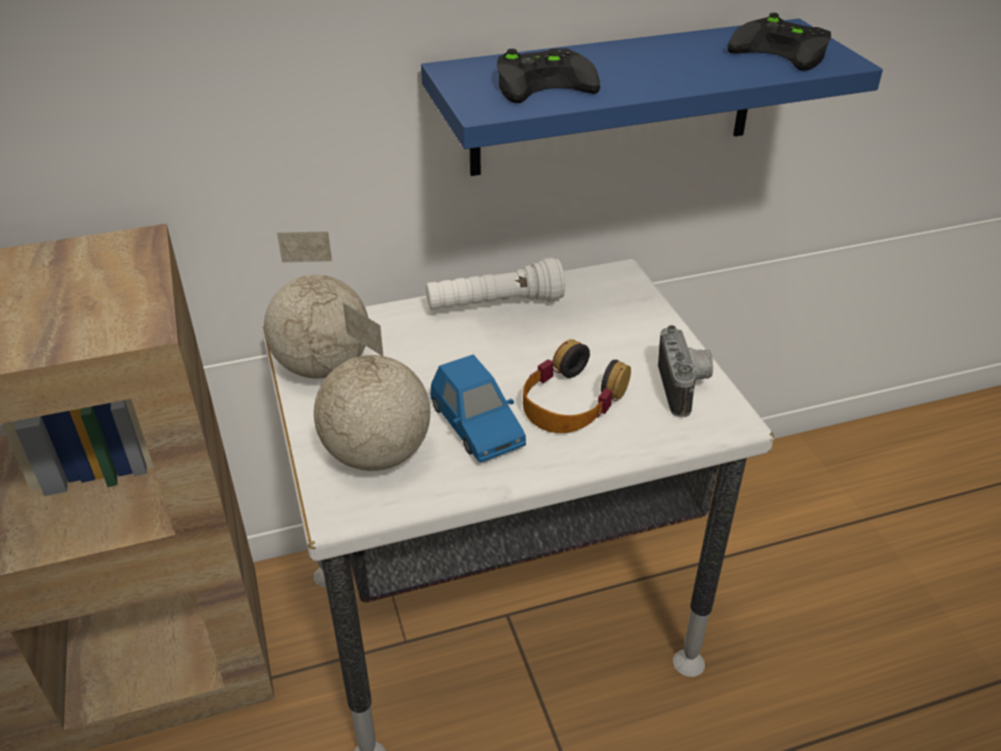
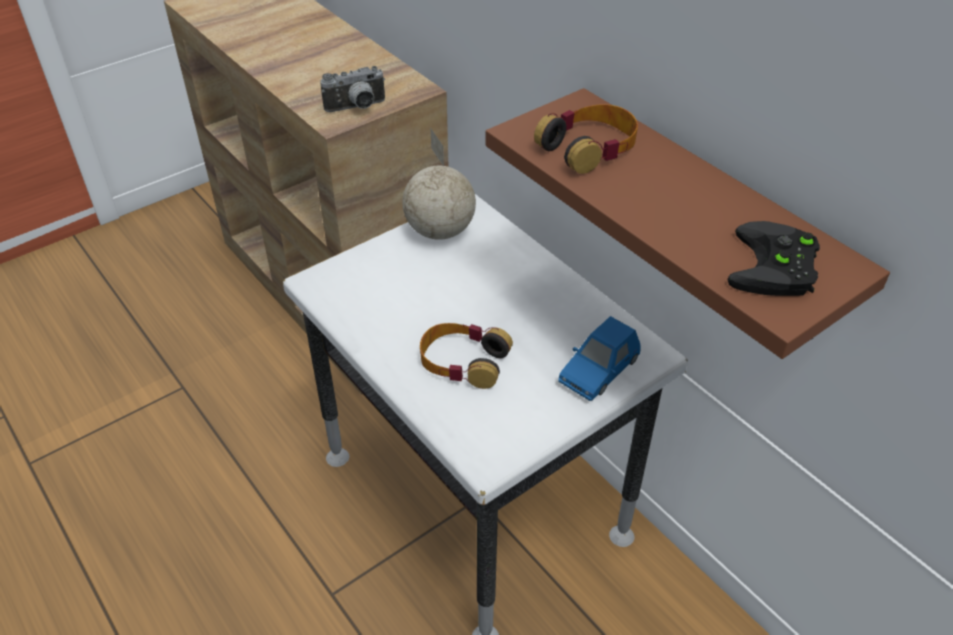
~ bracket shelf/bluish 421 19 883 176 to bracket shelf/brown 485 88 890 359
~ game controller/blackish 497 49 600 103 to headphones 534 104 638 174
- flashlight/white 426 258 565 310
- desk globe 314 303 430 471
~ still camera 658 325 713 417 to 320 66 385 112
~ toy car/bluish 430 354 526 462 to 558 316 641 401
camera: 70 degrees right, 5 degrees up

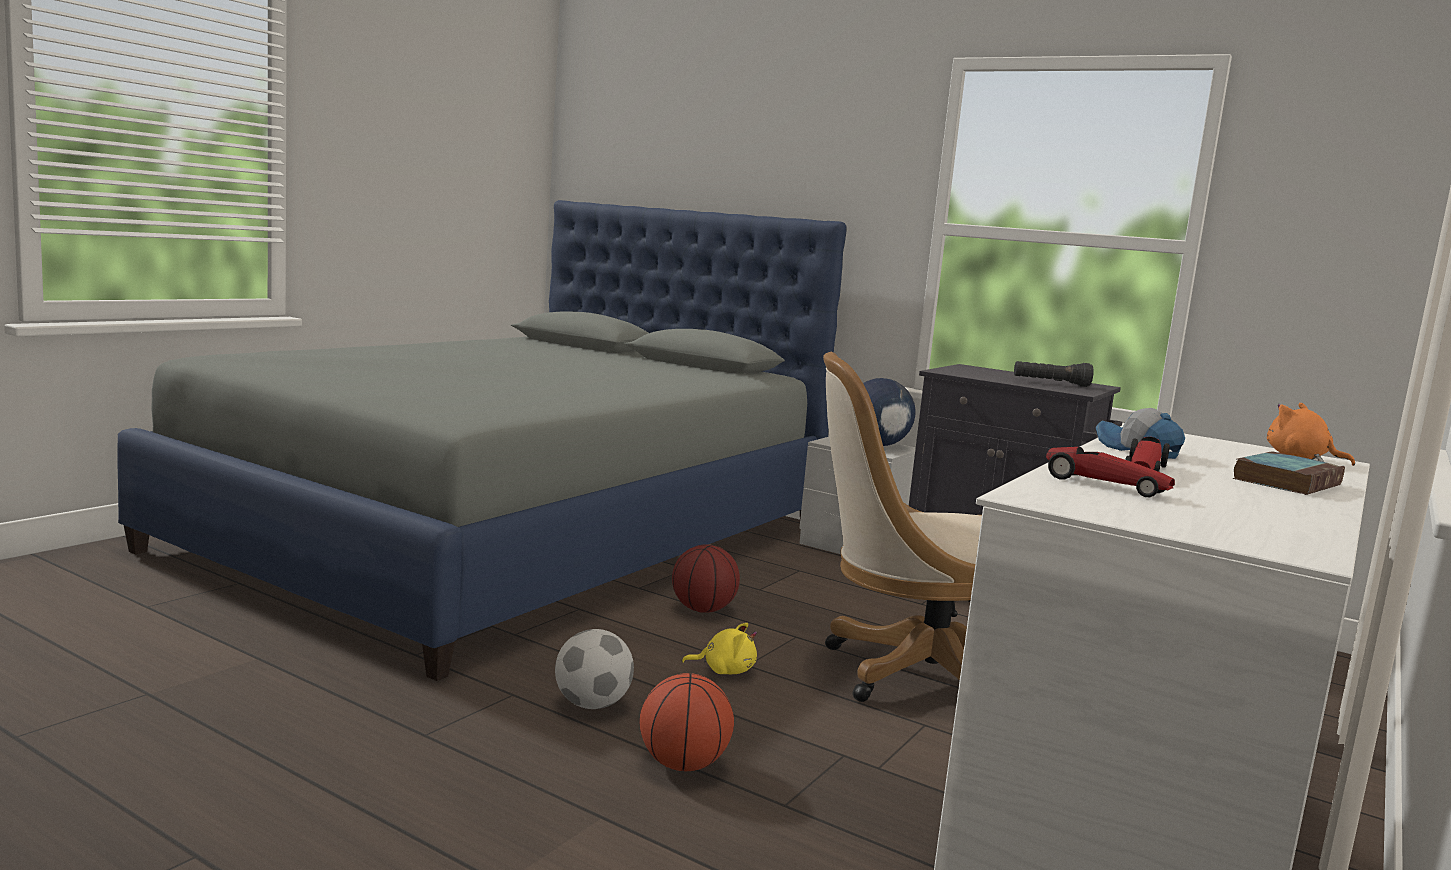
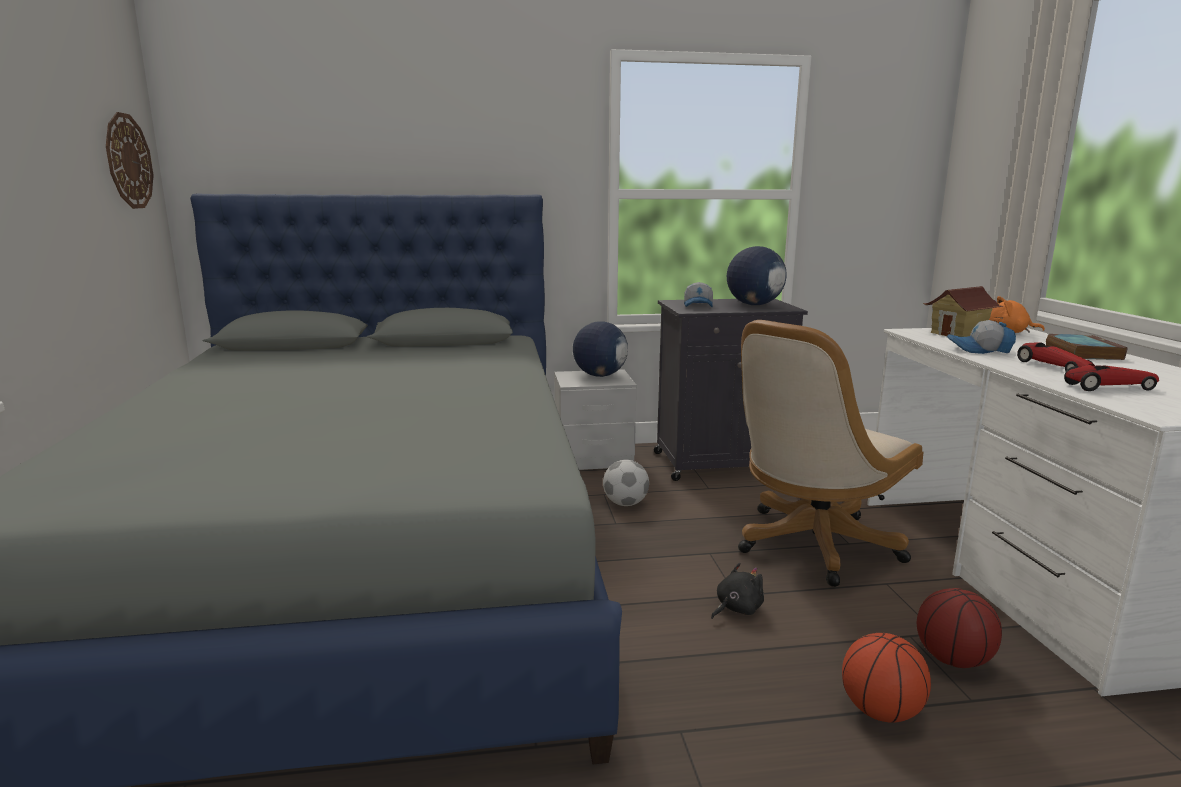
~ flashlight/blackish 1014 361 1094 387 to desk globe 727 246 787 305
~ ball for basketball 672 544 740 613 to 917 588 1002 668
~ plush toy/yellow-coloured 682 623 757 674 to plush toy/blackish 711 563 764 619
~ football ball 555 629 634 709 to 603 460 649 506
+ clock on the wall 106 112 154 209
+ peaked cap 684 282 713 307
+ miniature house 923 286 1003 337
camera: 40 degrees left, 5 degrees up

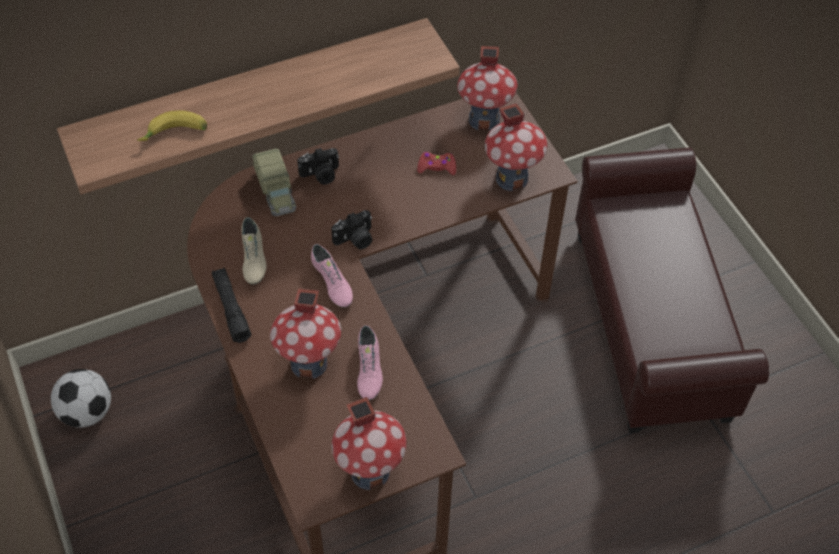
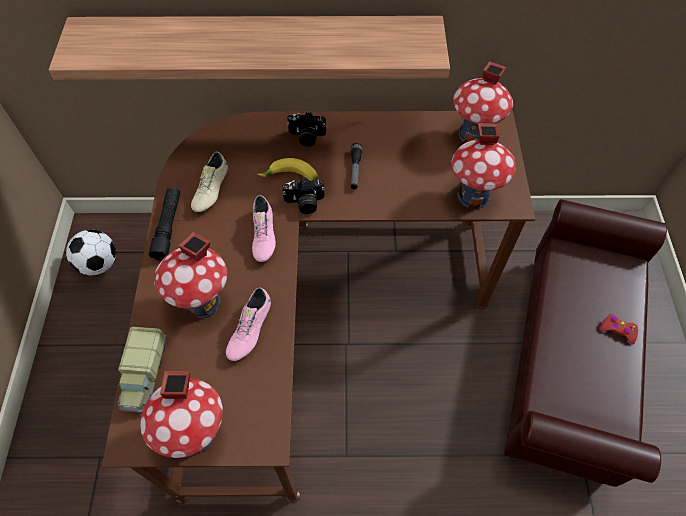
~ banana fruit 137 110 207 141 to 258 158 318 181
~ model truck 253 149 296 216 to 118 327 167 413
~ game controller/reddish 417 152 456 175 to 600 314 638 344
+ flashlight 350 143 362 189
camera: 25 degrees right, 5 degrees up

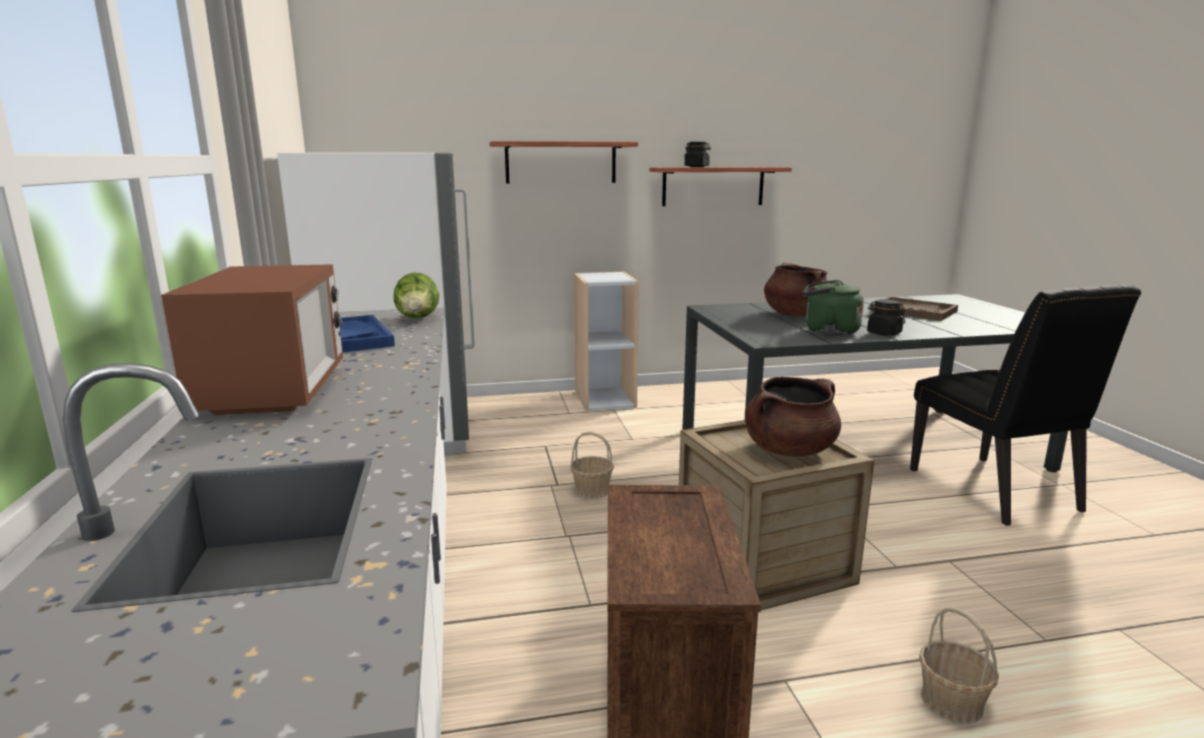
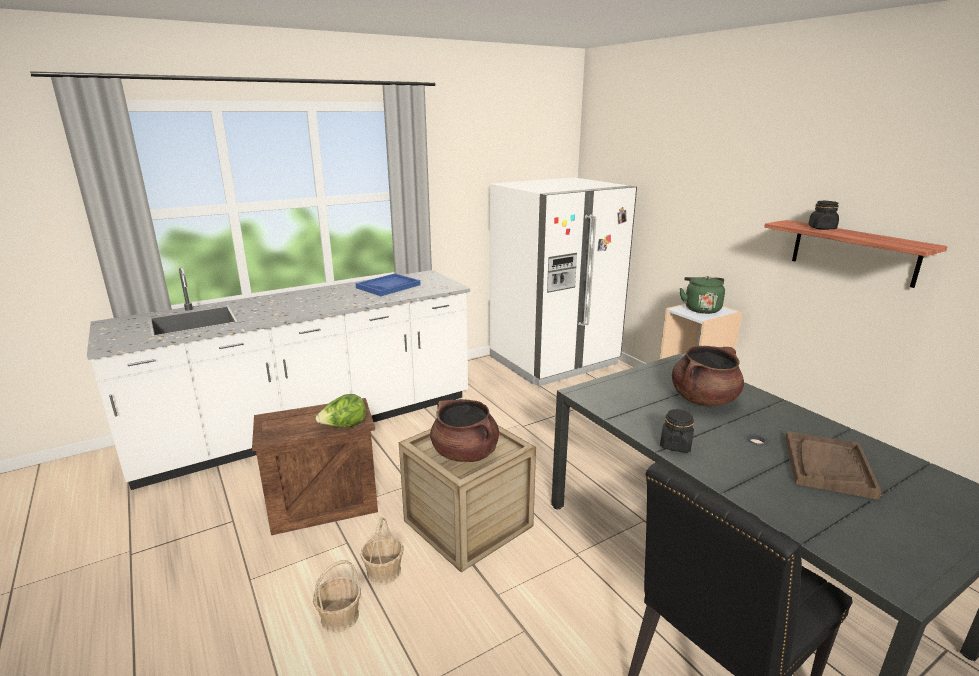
- bracket shelf 489 141 638 184
- microwave oven 161 264 343 415
~ lettuce head 393 272 439 318 to 316 394 366 428
~ tea kettle/greenish 802 280 864 336 to 680 276 725 314
~ basket 570 432 614 499 to 361 517 403 585
camera: 70 degrees right, 5 degrees up

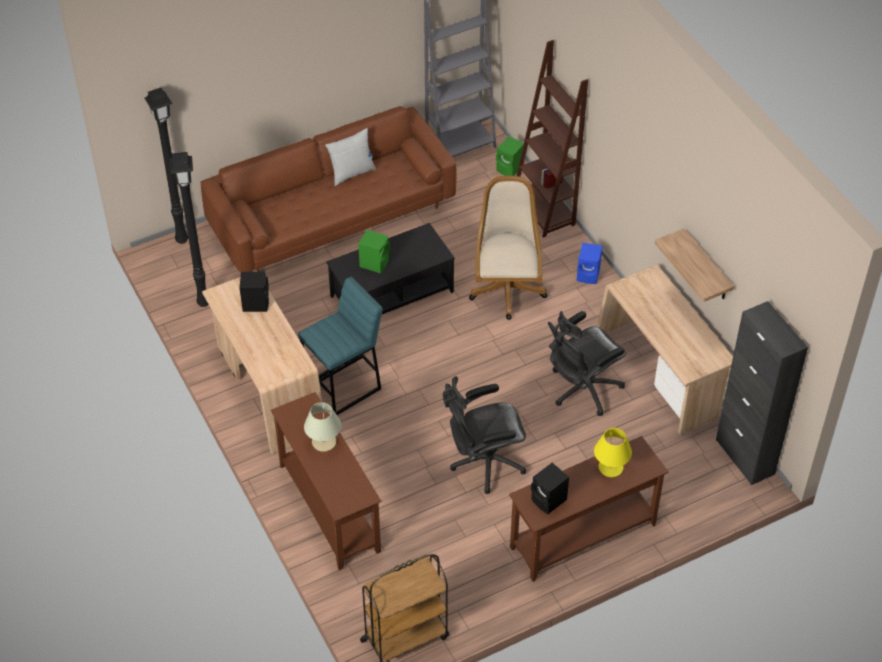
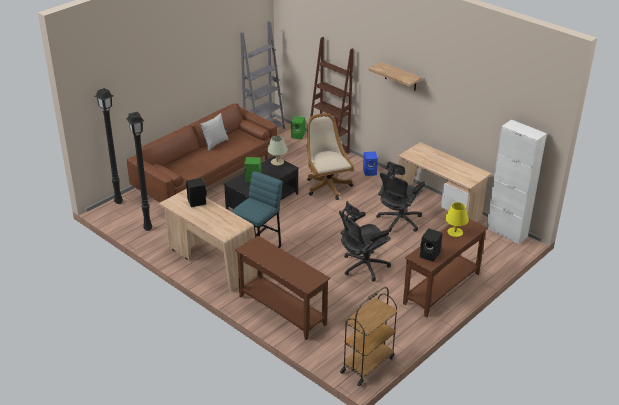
~ bracket shelf 655 228 734 302 to 369 62 422 91
~ storage cabinet/blackish 716 301 808 485 to storage cabinet/white 486 119 547 244
~ tabletop lamp/beige-coloured 304 402 341 452 to 267 136 287 166
camera: 20 degrees left, 15 degrees down

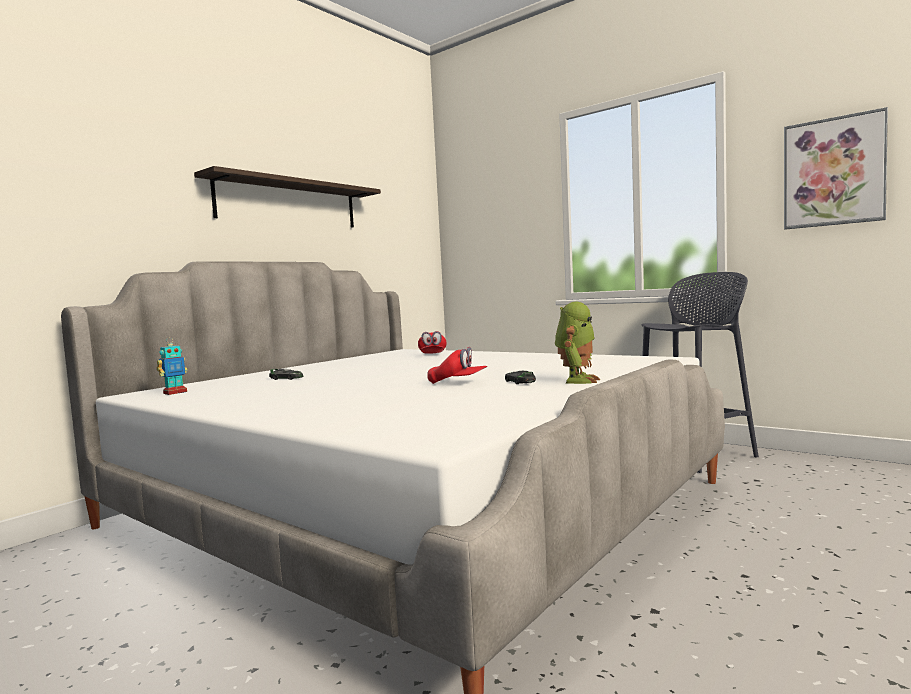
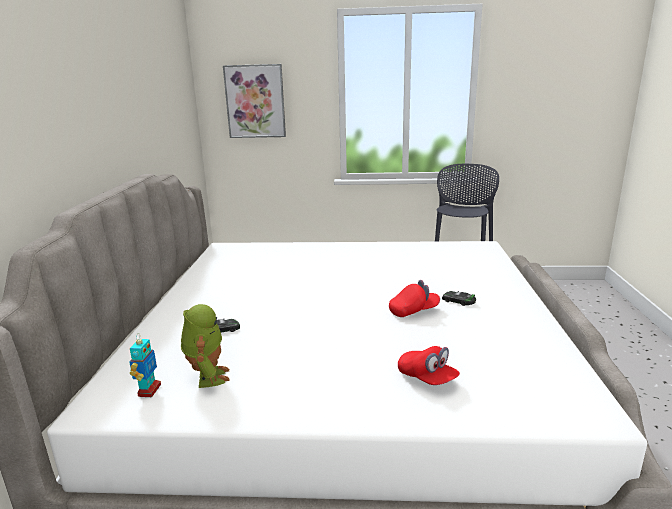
~ wall art 784 107 888 230 to 223 64 286 138
- bracket shelf 194 166 381 227
~ model robot 555 302 600 384 to 181 304 230 388
~ peaked cap/reddish 418 331 447 353 to 398 346 460 385
camera: 35 degrees left, 15 degrees up

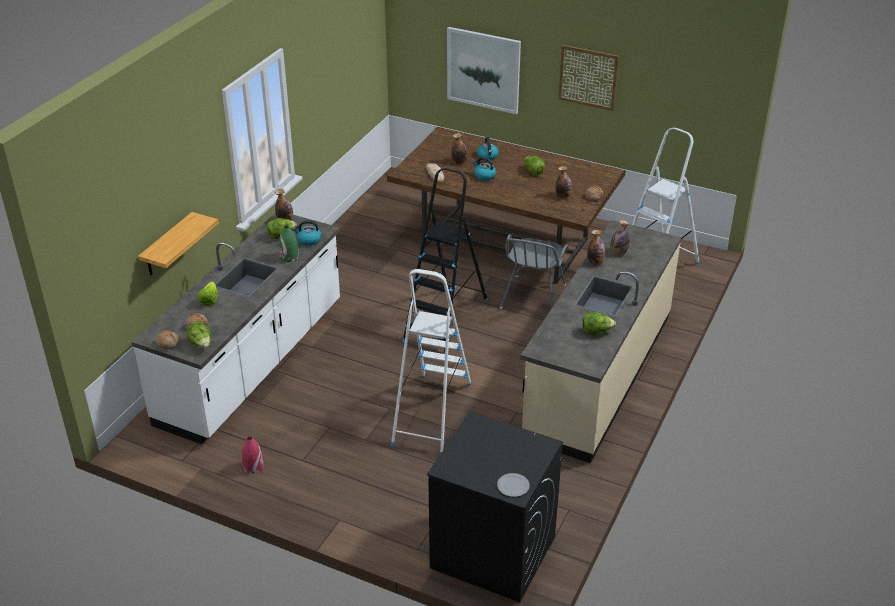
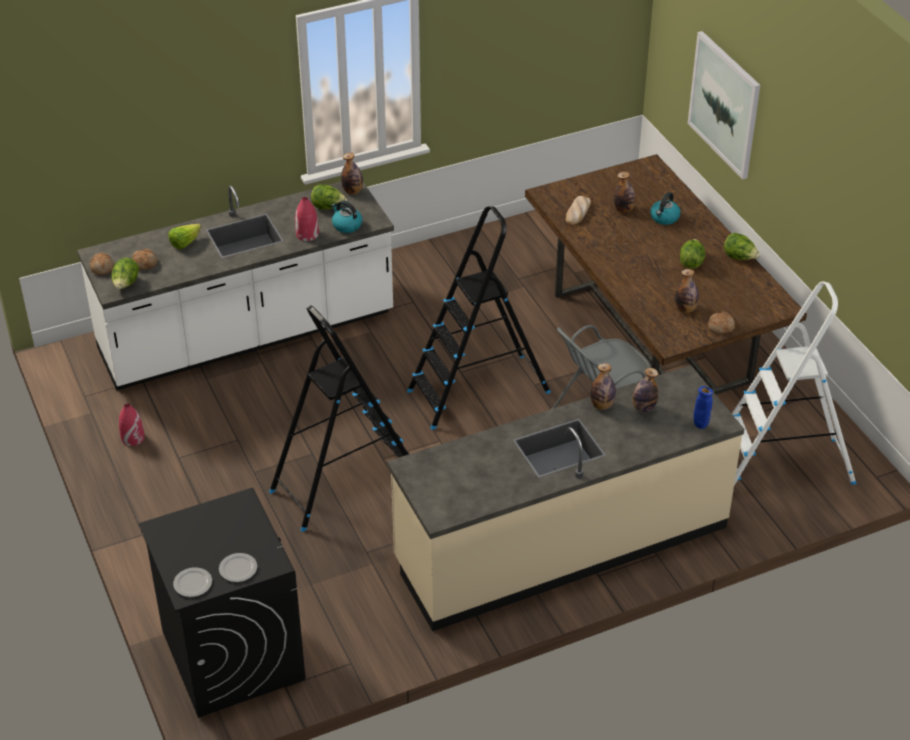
- wall art 558 45 619 111
- tea kettle 473 157 496 181
- bracket shelf 138 212 219 275
~ decorative vase/greenish 279 226 299 262 to decorative vase/reddish 295 197 319 241
~ step stool/white 391 269 471 454 to step stool/blackish 269 305 409 532
~ lettuce head 582 312 616 335 to 724 233 760 260
+ decorative vase/bluish 693 386 713 429
+ flat dish 219 553 257 582
camera: 40 degrees right, 5 degrees up

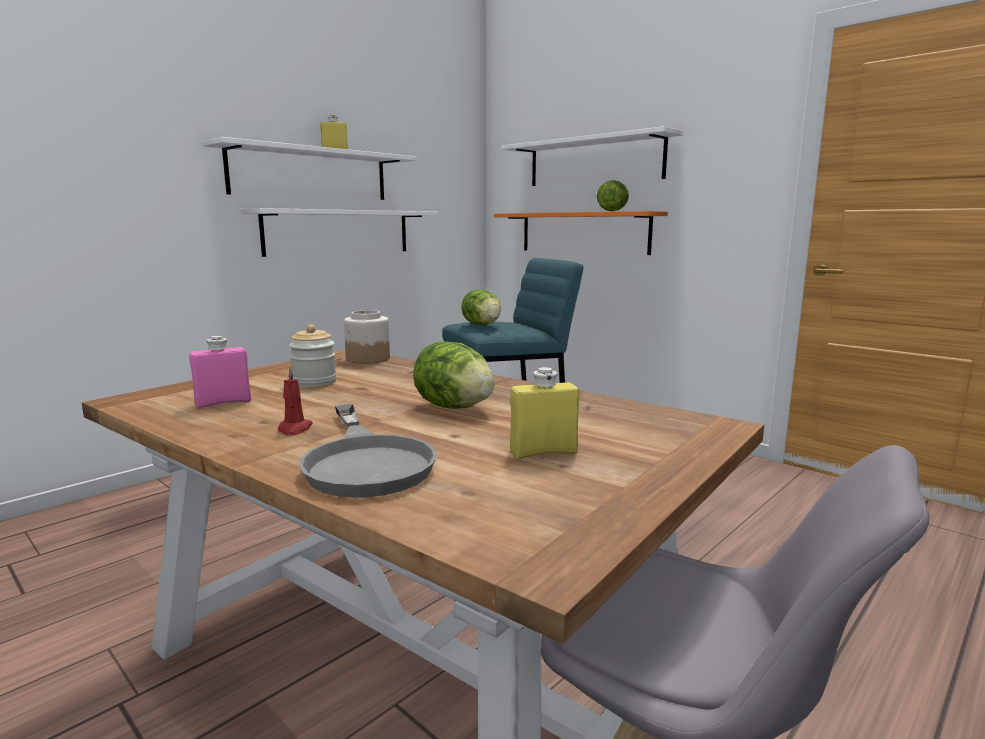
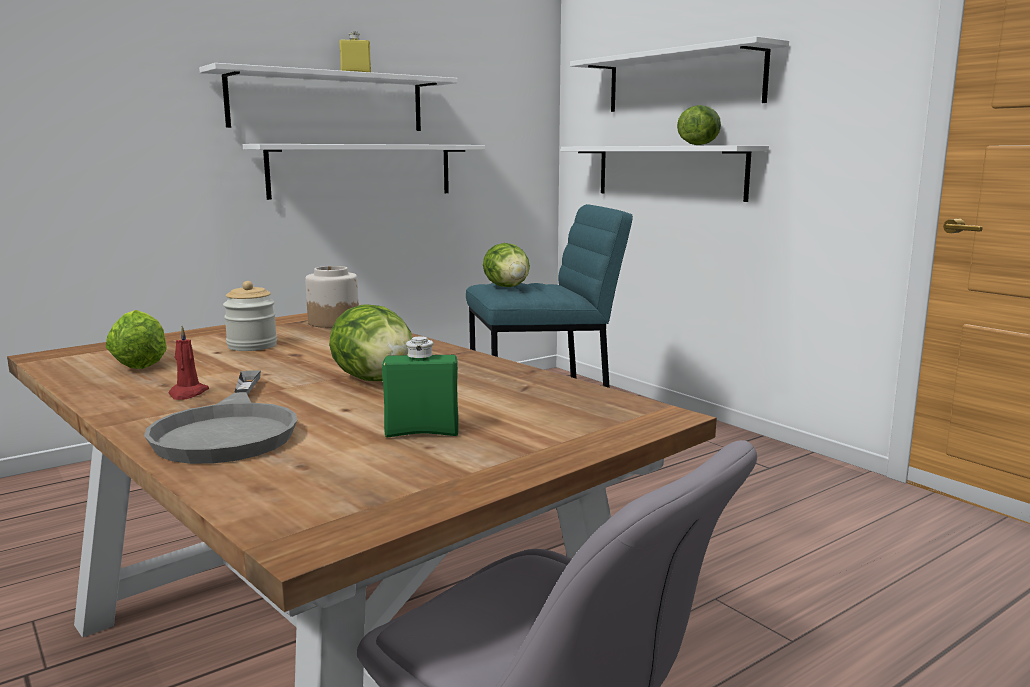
~ bracket shelf/orange 494 211 668 255 to bracket shelf/white 561 145 769 202
~ beverage bottle/pink-coloured 189 336 251 408 to lettuce head 106 310 167 369
~ beverage bottle/yellow-coloured 510 367 580 459 to beverage bottle/greenish 382 336 459 437
camera: 10 degrees right, 0 degrees up

